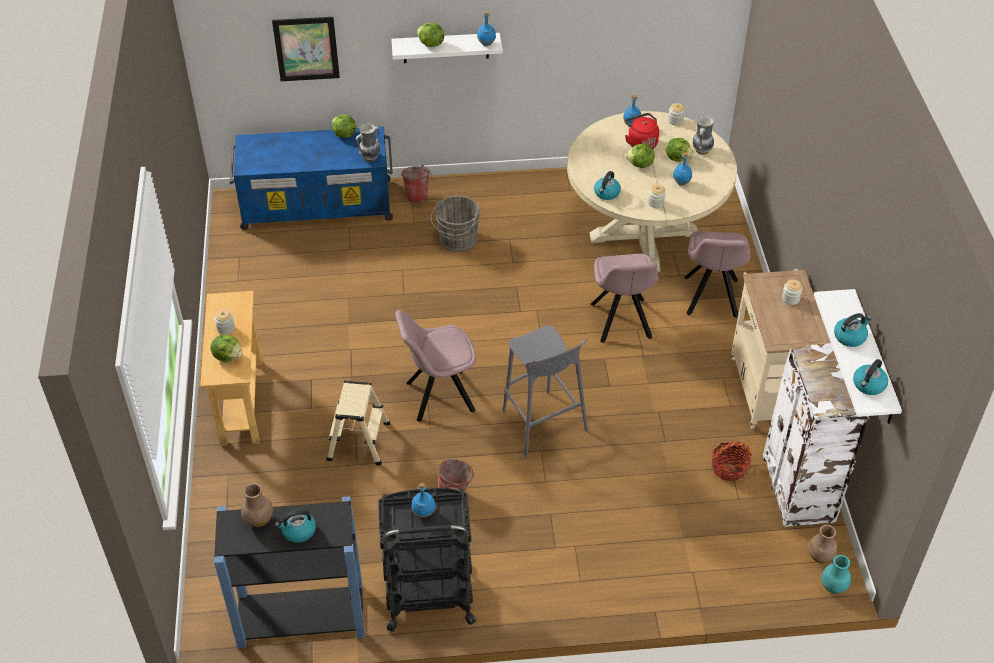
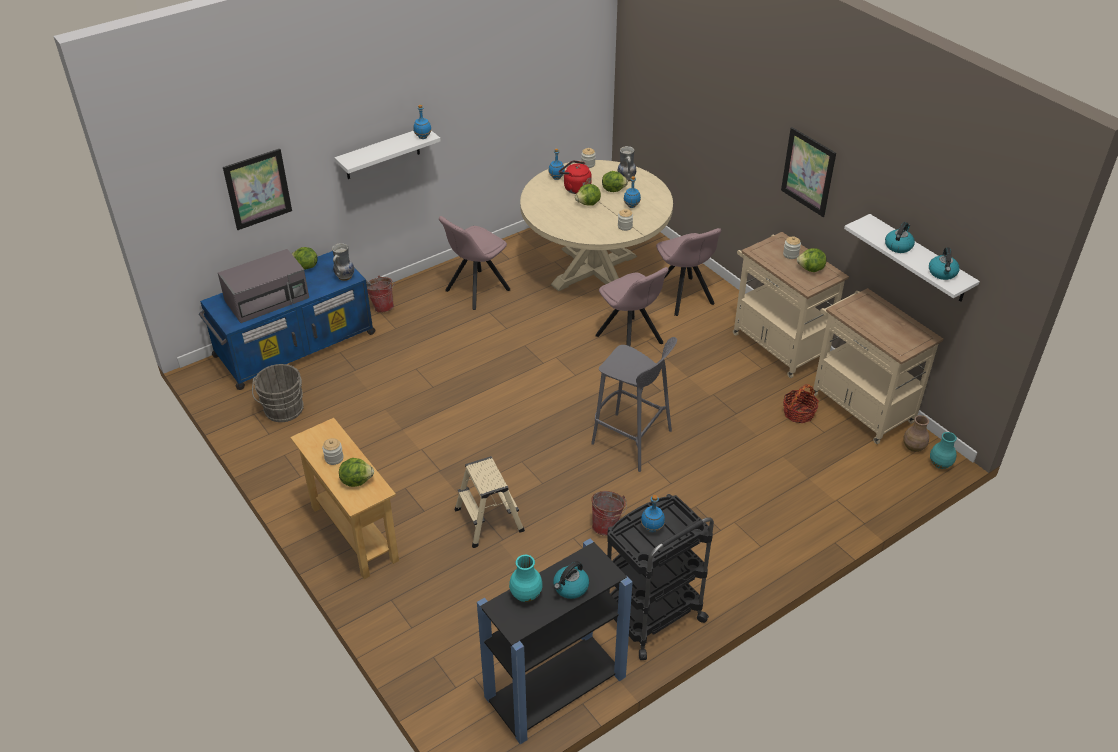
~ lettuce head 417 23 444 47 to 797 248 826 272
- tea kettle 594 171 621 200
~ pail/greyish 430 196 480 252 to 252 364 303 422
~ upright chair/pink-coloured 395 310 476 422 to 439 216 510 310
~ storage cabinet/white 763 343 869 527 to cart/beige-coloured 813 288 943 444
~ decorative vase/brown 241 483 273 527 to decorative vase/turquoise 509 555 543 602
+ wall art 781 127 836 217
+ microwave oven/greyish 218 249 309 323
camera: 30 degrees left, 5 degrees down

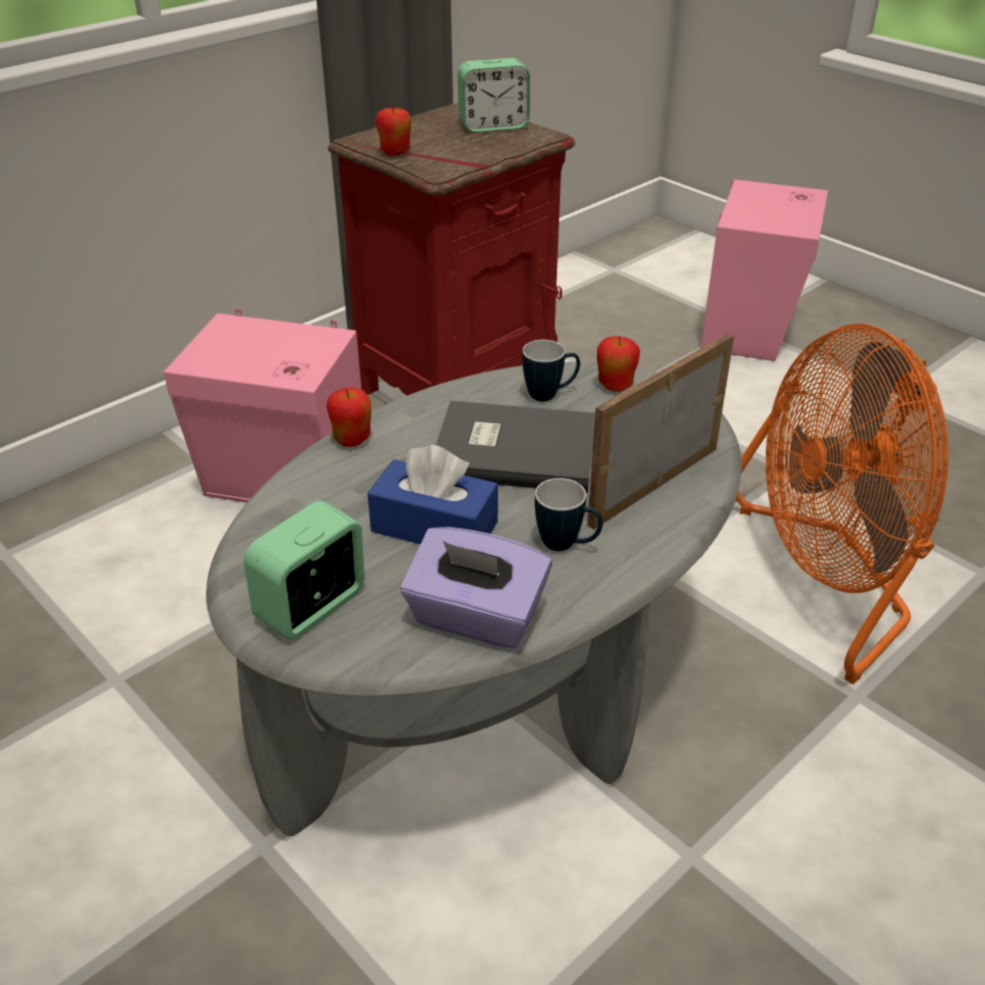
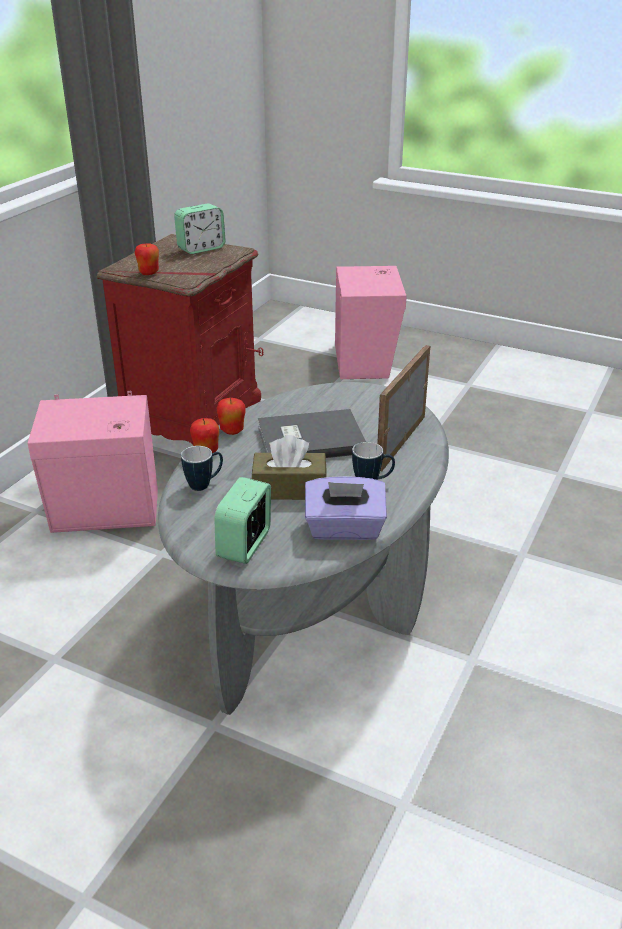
- electric fan/orange 736 324 948 684
~ whole apple 597 336 640 392 to 216 397 246 435
~ mug 522 340 580 401 to 181 446 223 491
~ tissue box/bluish 367 445 498 544 to tissue box/brown 252 435 326 500
camera: 20 degrees left, 5 degrees down

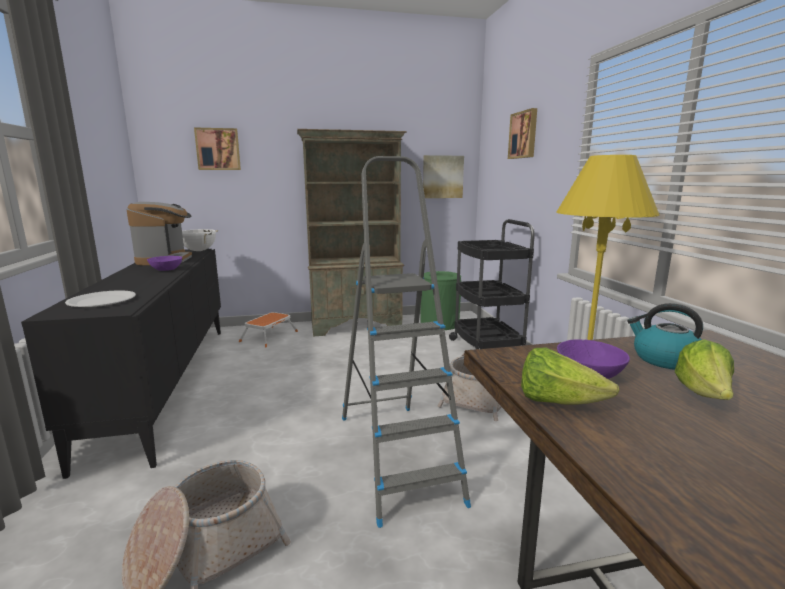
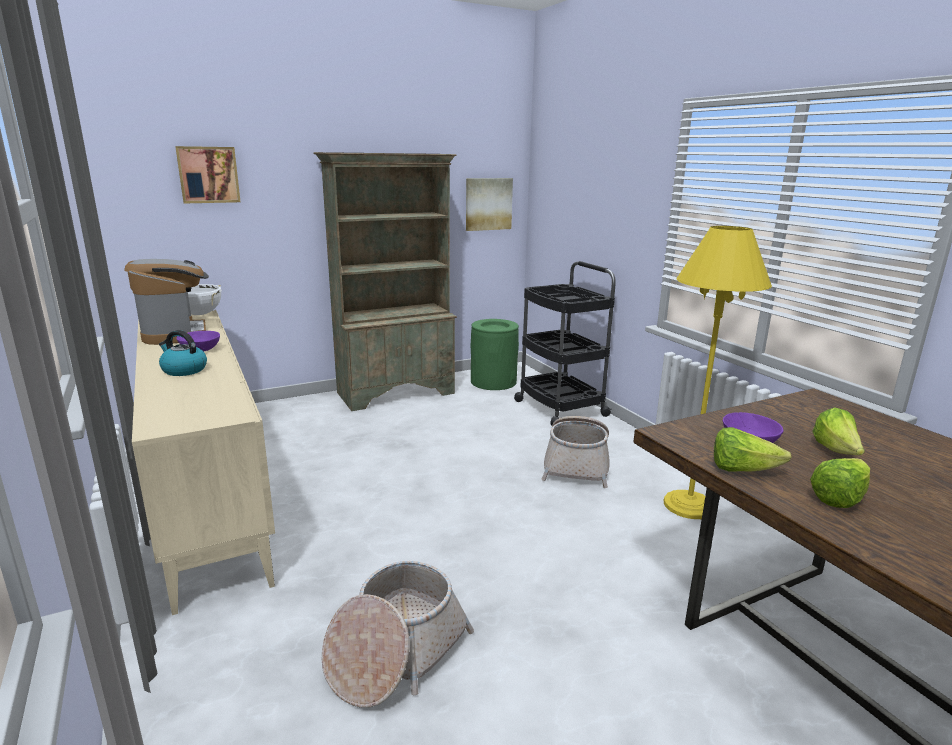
- wall art 508 108 537 159
- step stool/greyish 342 156 471 528
~ storage cabinet/blackish 21 249 221 479 to storage cabinet/beige-coloured 132 310 275 615
- flat dish/white 65 290 136 307
~ tea kettle 627 303 703 370 to 159 330 207 376
- step stool/orange 239 312 298 347
+ lettuce head 810 458 870 508
camera: 15 degrees left, 5 degrees up

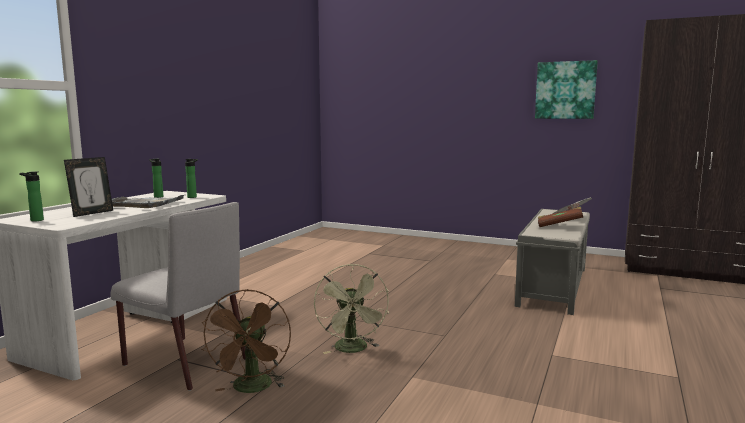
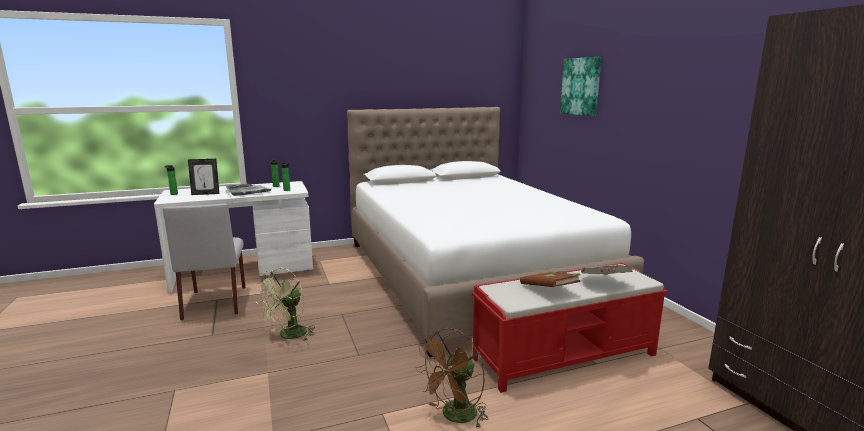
~ wall art 535 60 598 119 to 560 57 601 116
~ indoor bench/greyish 515 209 590 315 to indoor bench/reddish 472 263 668 393
~ electric fan/brown 201 289 291 393 to 416 328 488 429
+ sleeping bed/white 347 107 644 357
camera: 45 degrees right, 5 degrees up

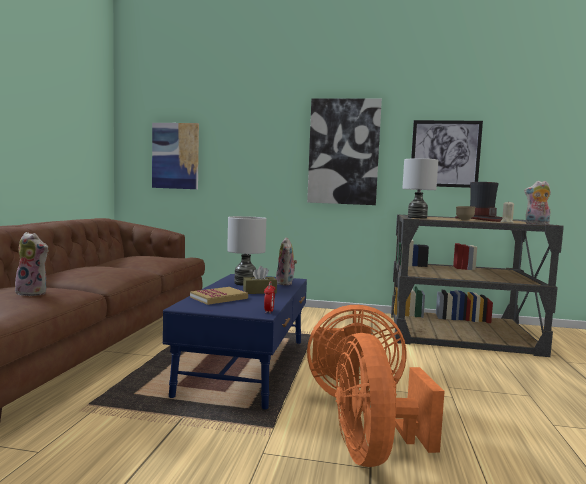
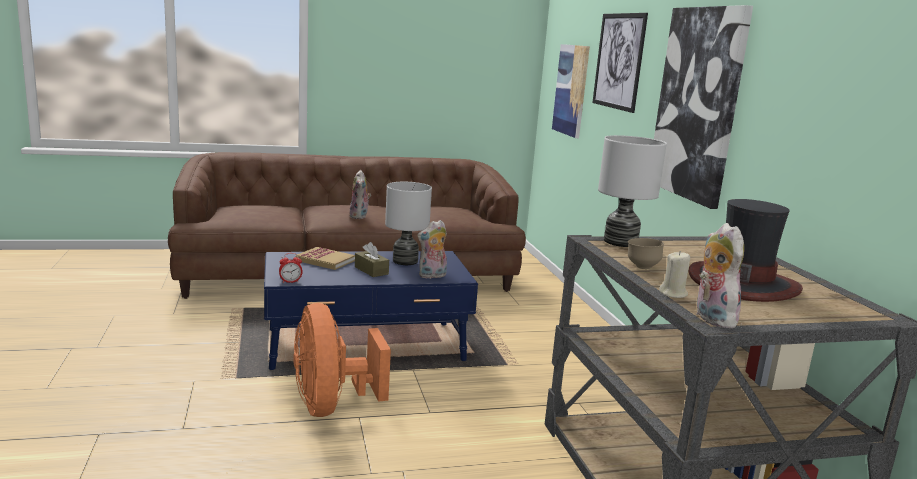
~ wall art 411 120 483 188 to 592 13 648 113
~ plush toy 11 232 49 296 to 350 170 371 219
- electric fan/orange 335 333 445 467
camera: 65 degrees right, 10 degrees up

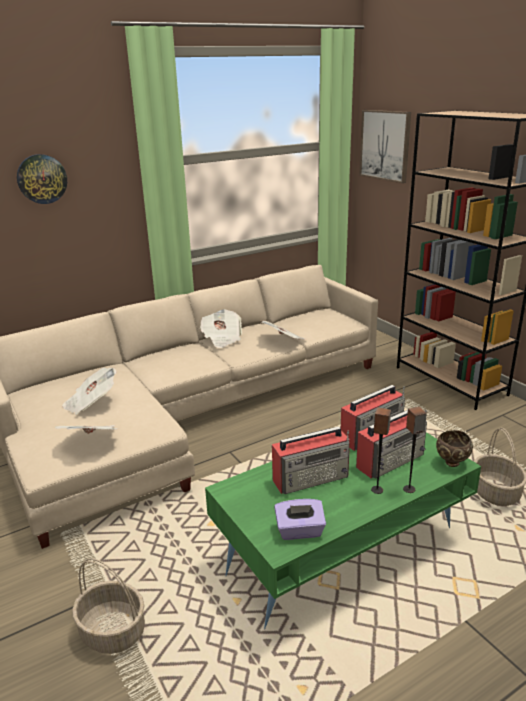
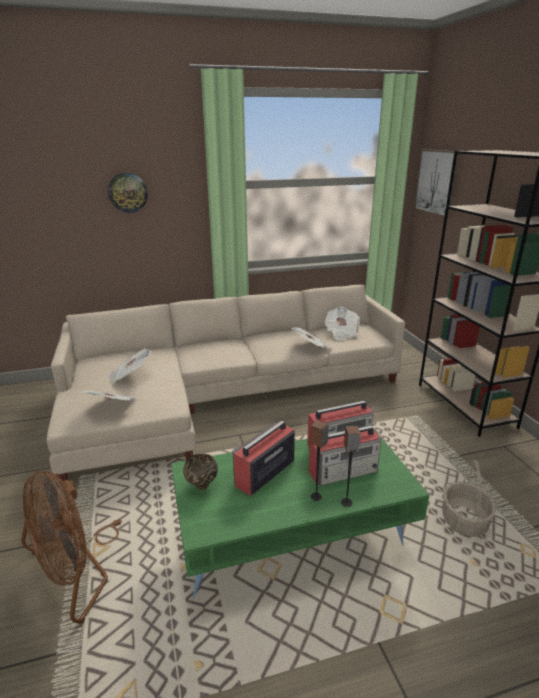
~ newspaper 200 309 242 348 to 324 307 360 341
~ radio set 272 426 350 494 = 233 421 295 496 135 degrees clockwise
~ bowl/brown 436 430 473 467 to 183 454 218 490
- tissue box/purple 274 499 326 540
~ basket 72 558 145 654 to electric fan/brown 21 471 123 625
camera: 15 degrees right, 0 degrees up

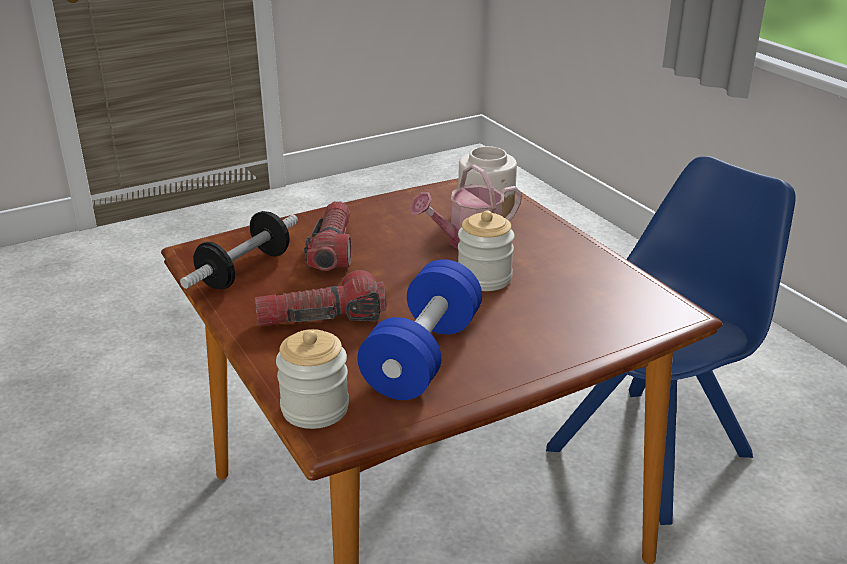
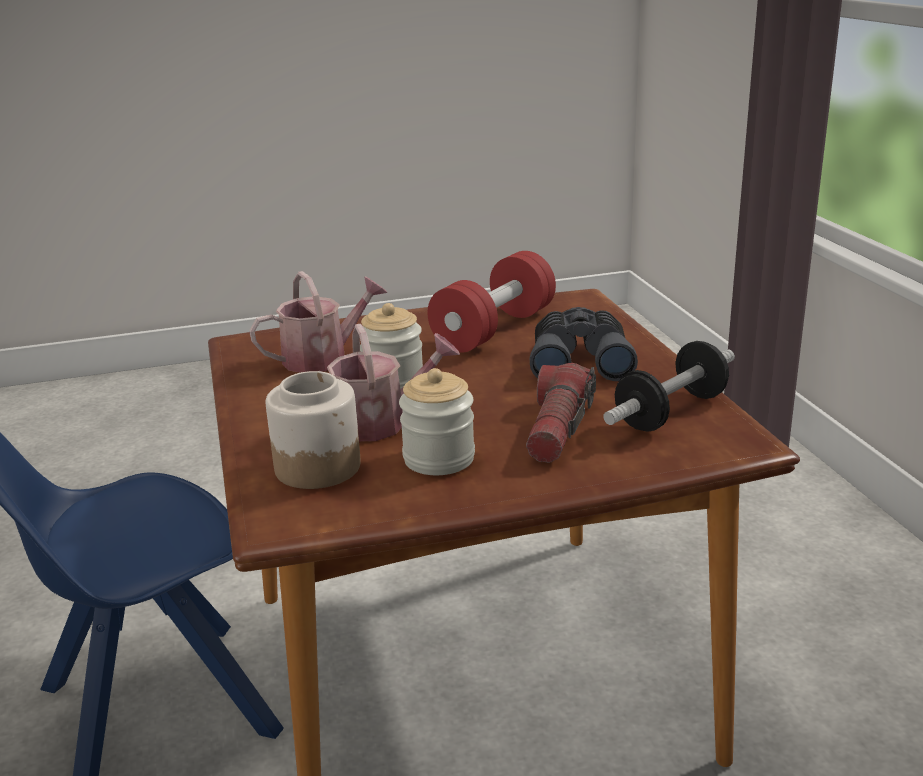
~ free weight/bluish 357 259 482 400 to free weight/reddish 428 251 556 353
~ flashlight 255 270 387 326 to field glasses/greyish 530 307 638 381
~ preserve jar 276 329 349 429 to 399 368 475 475
+ watering pot 249 271 387 373
camera: 165 degrees left, 5 degrees down

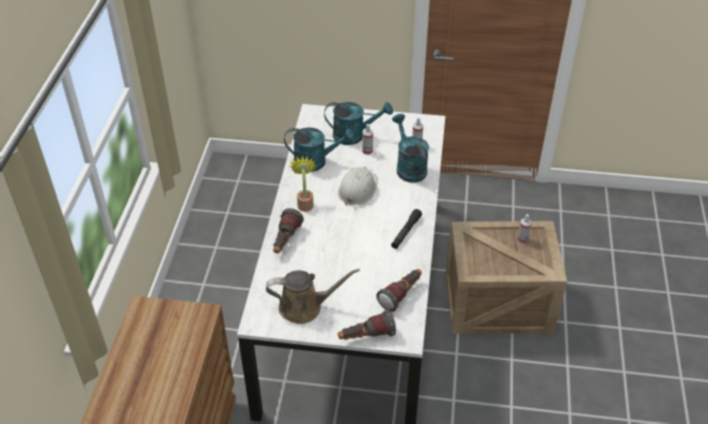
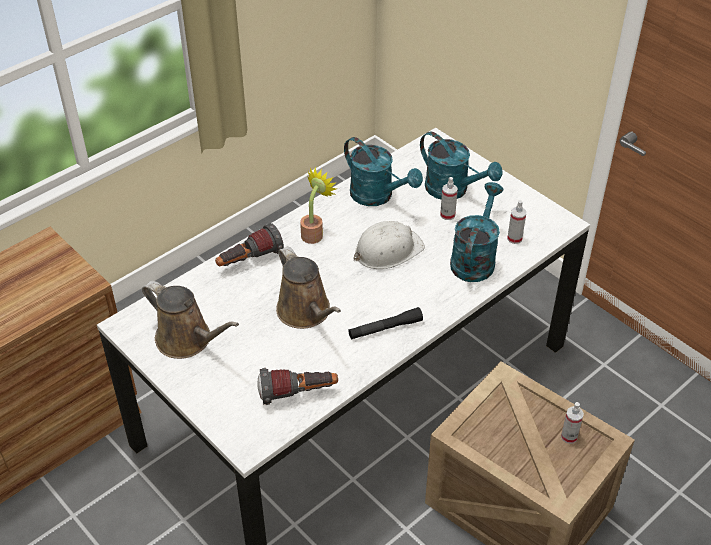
- flashlight 338 310 396 340
+ watering pot/brown 276 246 341 329
camera: 40 degrees right, 0 degrees up

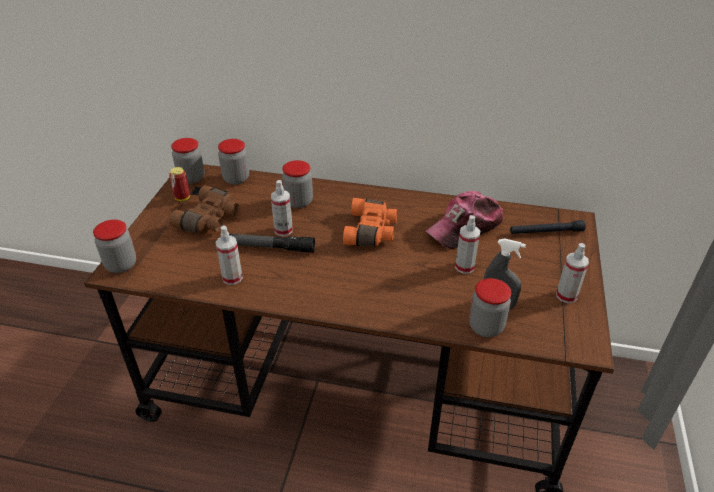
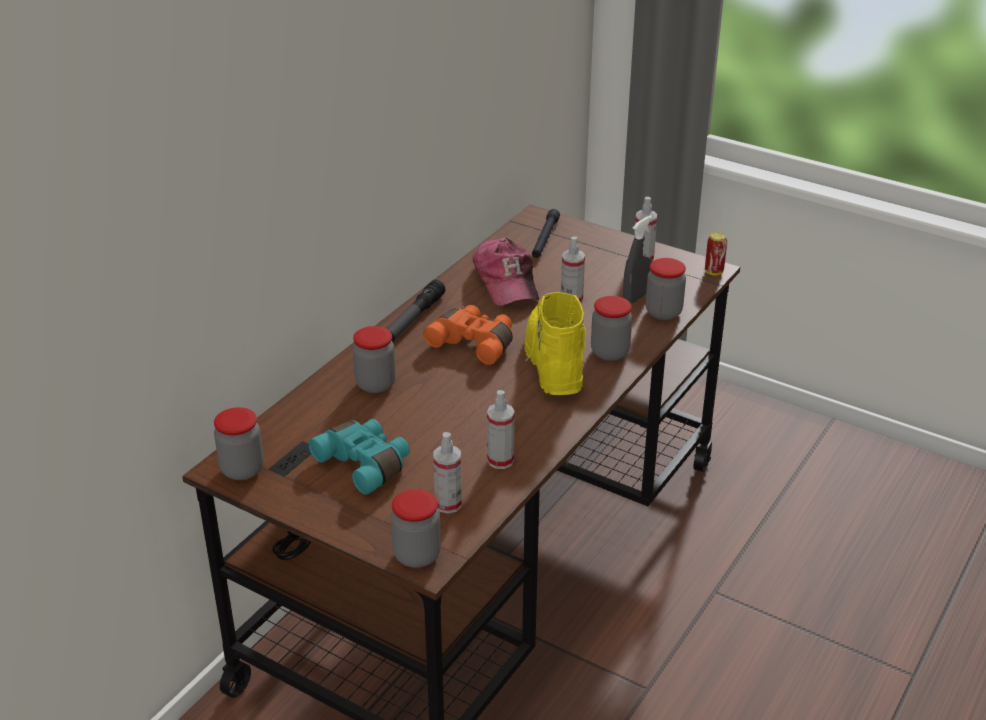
~ preserve jar 218 139 249 185 to 591 296 632 361
~ can 169 167 190 201 to 705 232 727 276
~ hand sprayer 271 180 293 236 to 433 432 462 513
~ field glasses/brown 169 185 239 234 to field glasses/turquoise 309 419 410 495
~ flashlight 229 234 315 253 to 387 280 446 342
+ high-top boot/yellow-coloured 524 292 586 395
camera: 70 degrees left, 5 degrees down

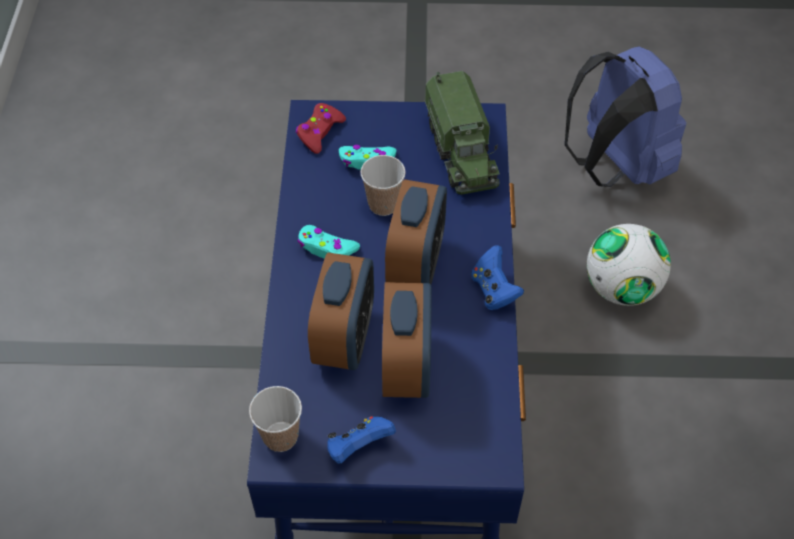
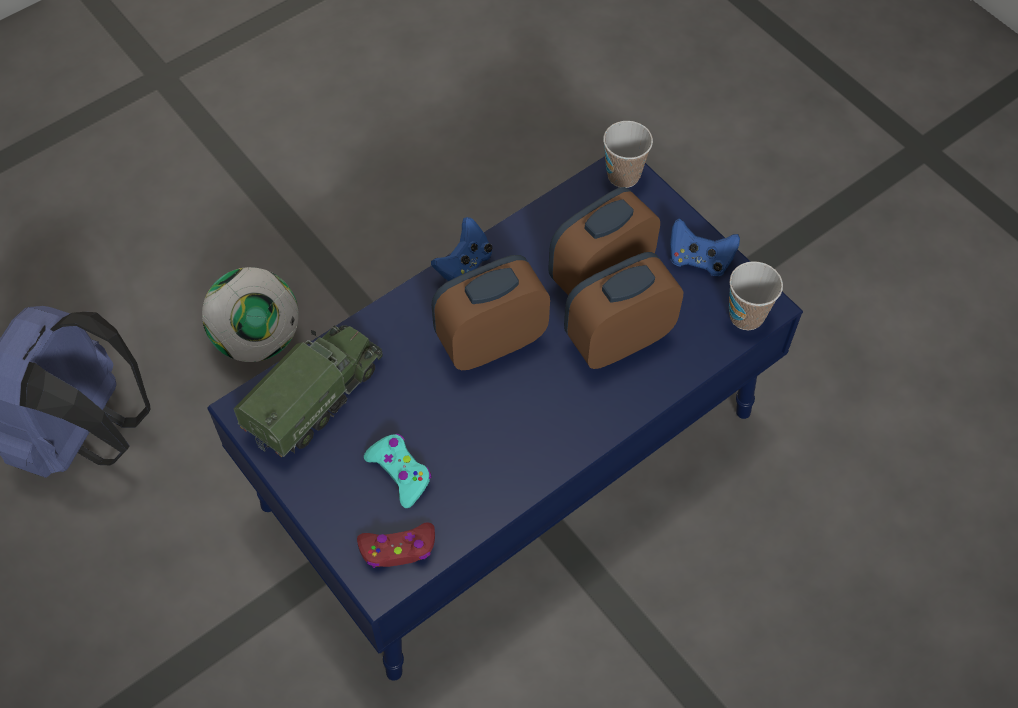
~ drinking cup 360 155 406 216 to 603 121 653 188
- game controller/turquoise 297 225 360 259
camera: 130 degrees left, 5 degrees up

